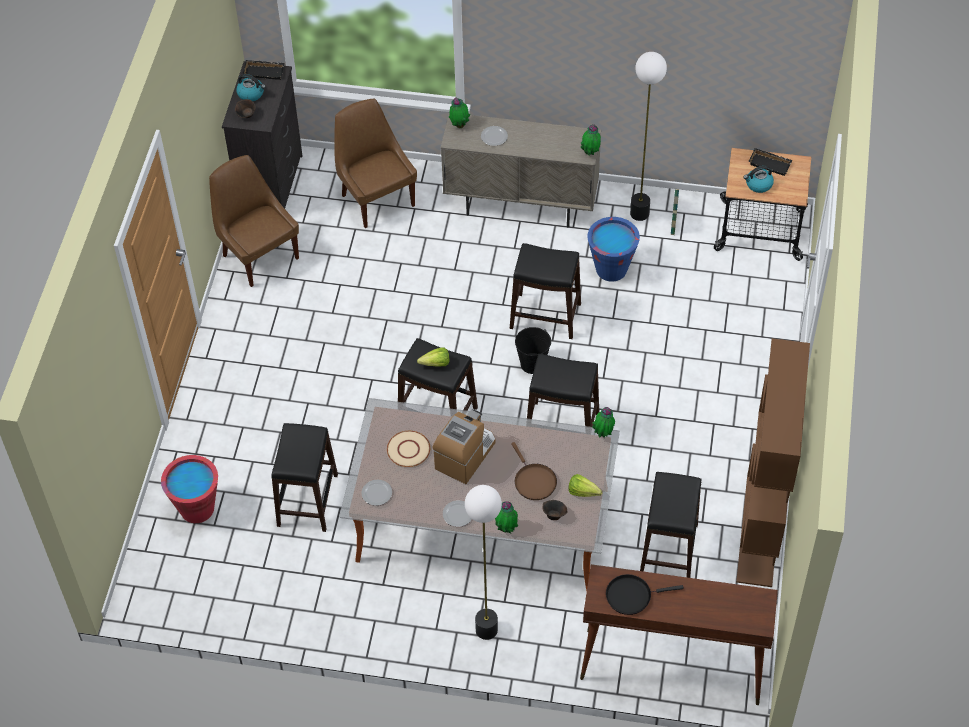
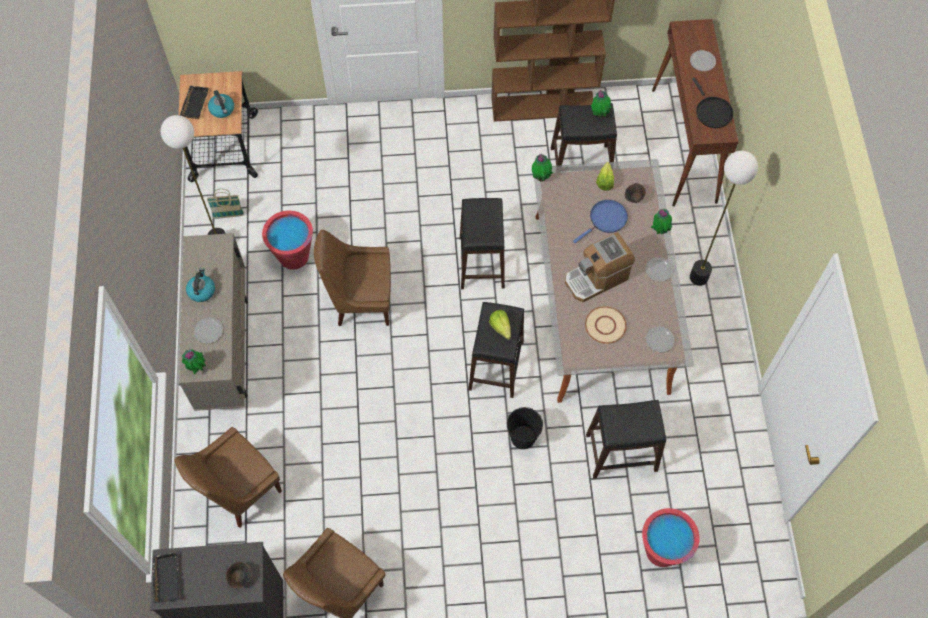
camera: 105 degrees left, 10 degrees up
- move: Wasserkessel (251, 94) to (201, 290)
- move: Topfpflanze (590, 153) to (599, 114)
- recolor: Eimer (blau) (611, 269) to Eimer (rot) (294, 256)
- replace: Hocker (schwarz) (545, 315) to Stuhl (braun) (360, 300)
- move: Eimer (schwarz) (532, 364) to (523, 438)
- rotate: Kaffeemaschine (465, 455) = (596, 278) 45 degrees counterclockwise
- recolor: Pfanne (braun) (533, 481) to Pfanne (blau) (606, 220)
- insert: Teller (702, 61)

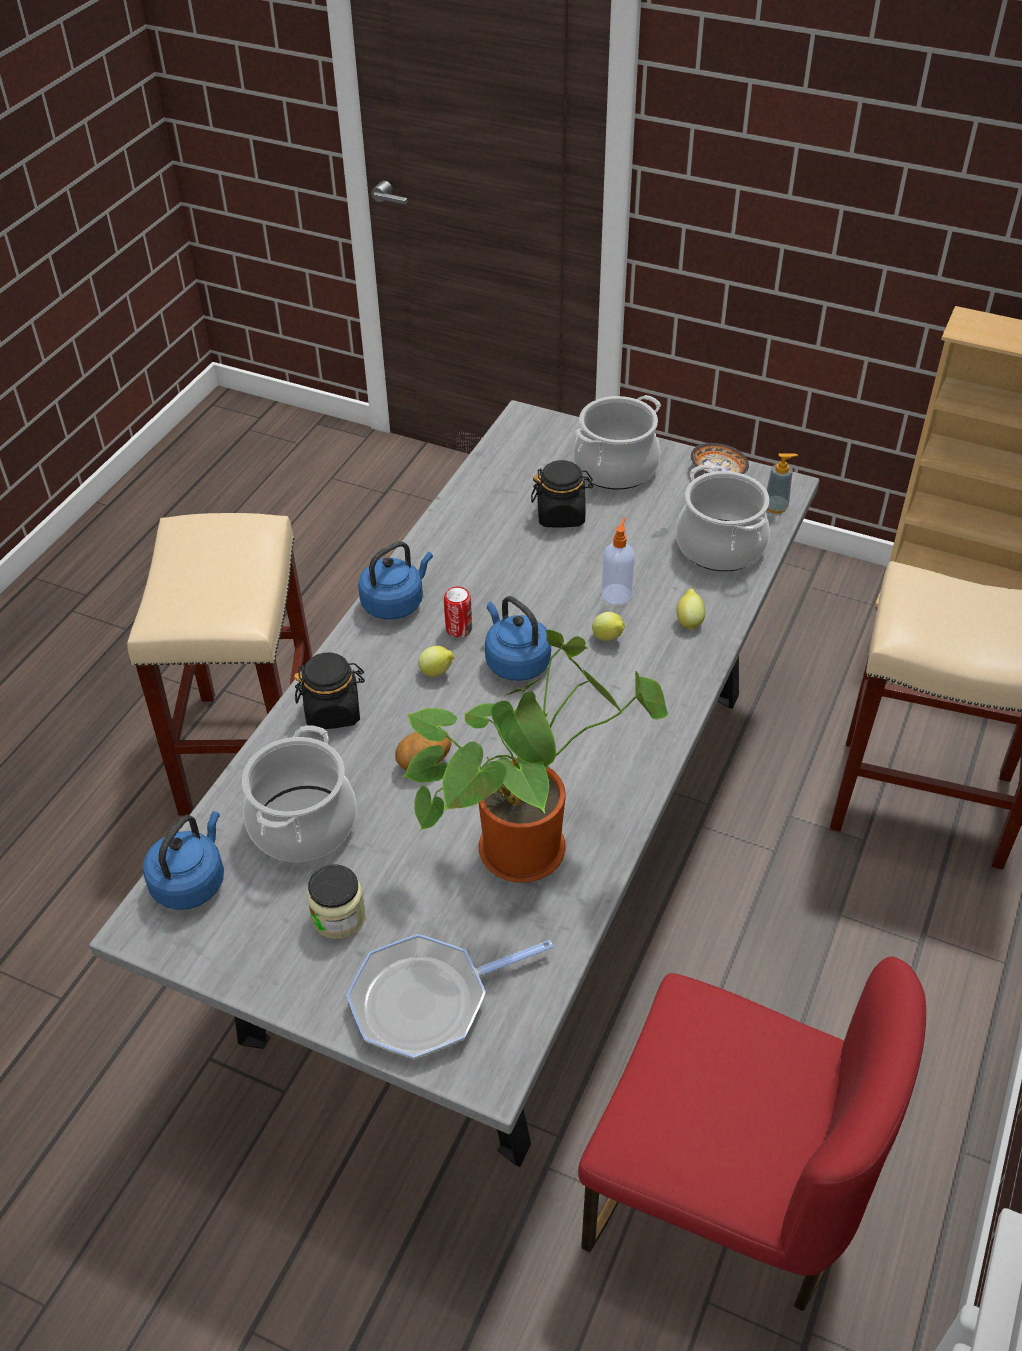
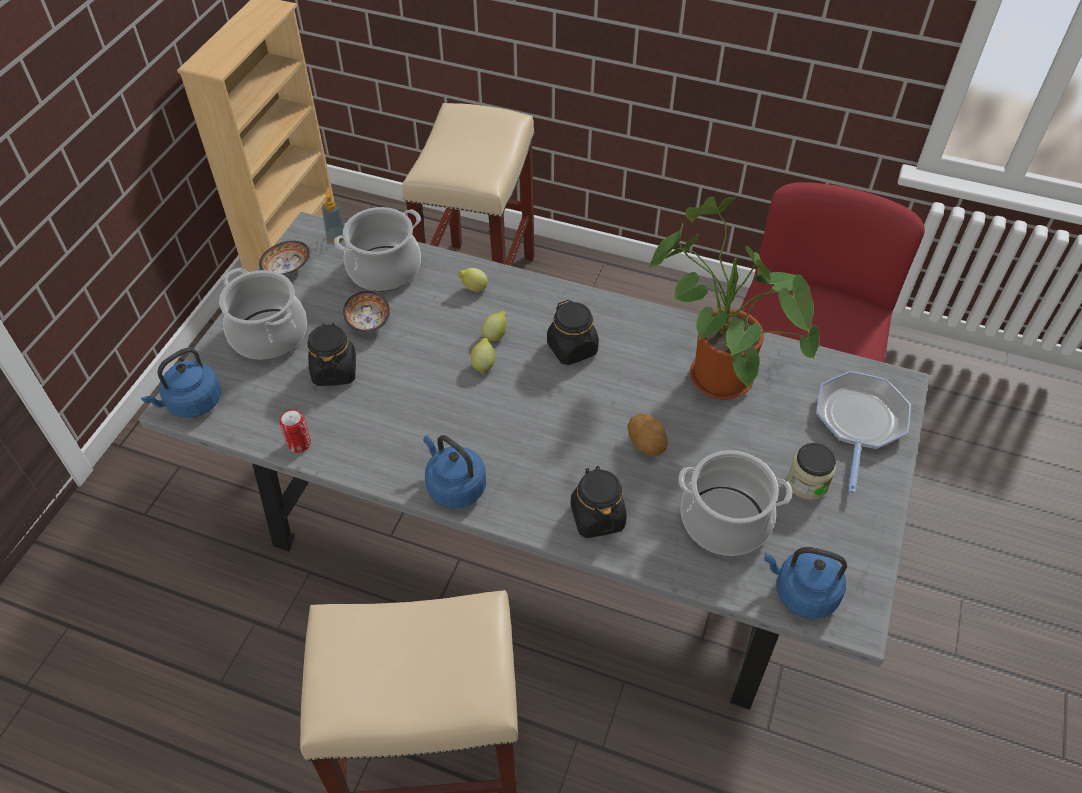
camera: 95 degrees left, 5 degrees up
- delete: Seifenspender (616, 593)
- move: Dose (459, 629) to (299, 443)
- move: Wasserkessel (blau) (515, 661) to (192, 403)
- move: Zitrone (437, 672) to (483, 364)
- rotate: Pfanne (427, 1000) = (859, 422) 135 degrees counterclockwise
- insert: Schüssel (367, 322)
- insert: Vorratsglas (schwarz) (572, 348)

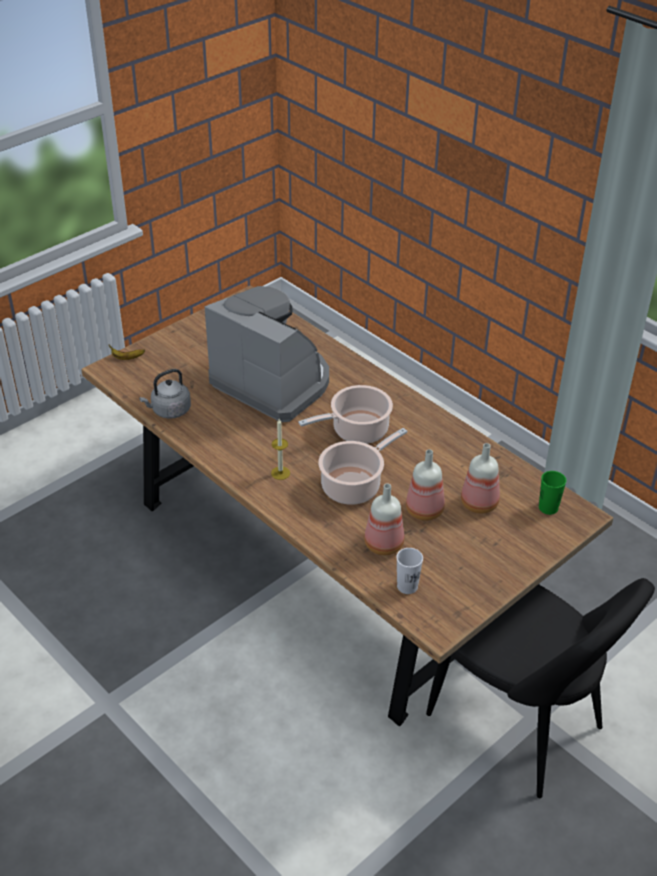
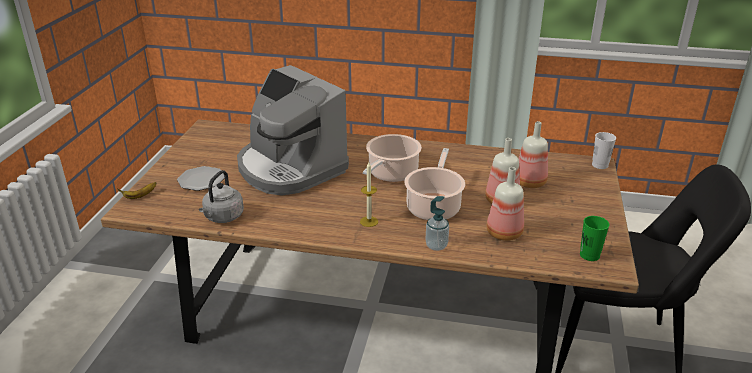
camera: 35 degrees left, 10 degrees down
- rotate: Kaffeemaschine (273, 382) = (289, 168) 135 degrees counterclockwise
- move: Tasse (grün) (548, 508) to (589, 255)
- move: Tasse (weiß) (407, 586) to (600, 165)
- insert: Teller (201, 180)
- insert: Seifenspender (436, 246)

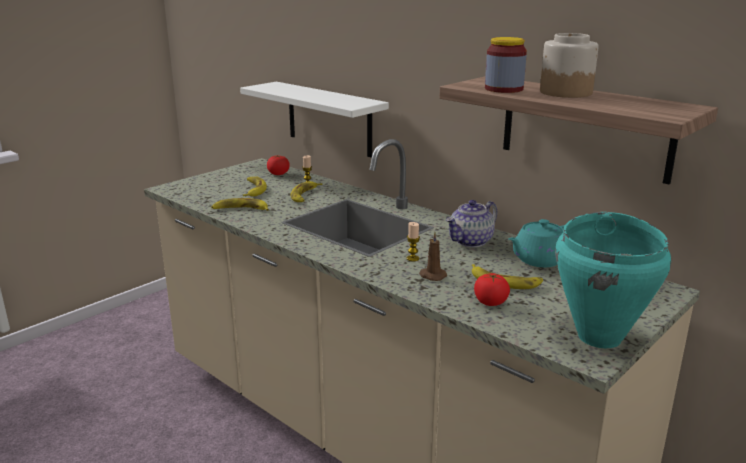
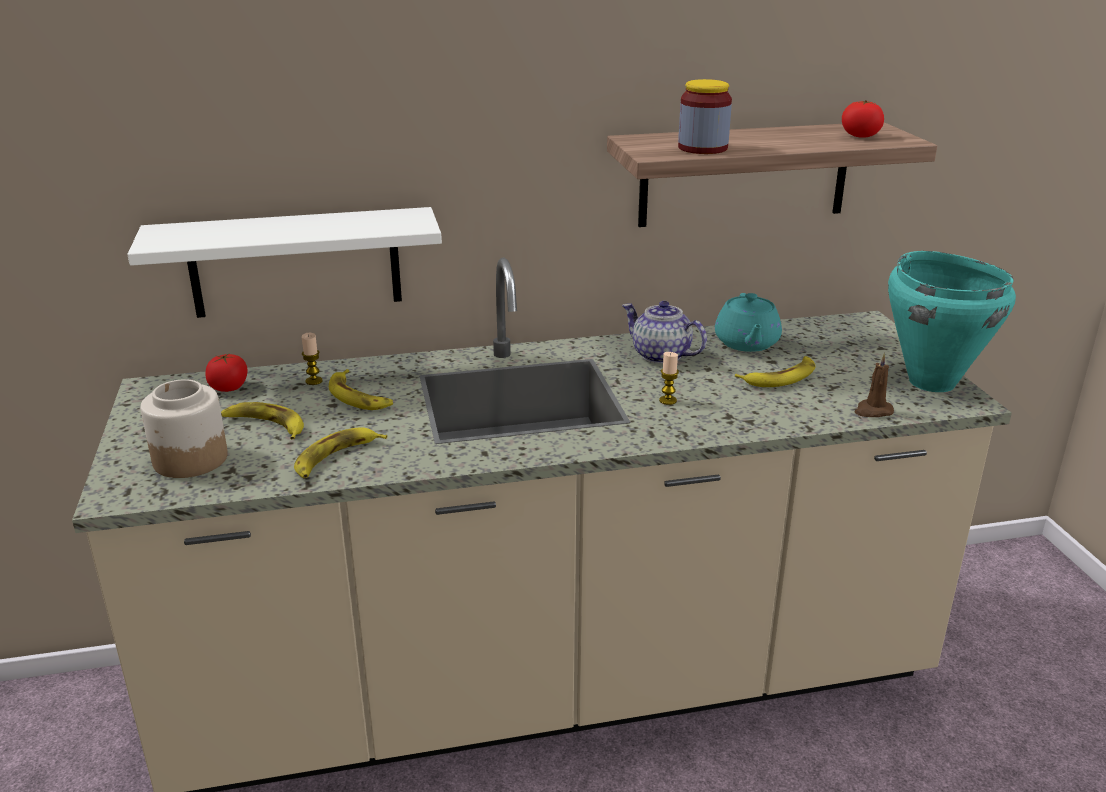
camera: 55 degrees left, 5 degrees up
- move: Vorratsglas (565, 92) to (190, 459)
- rotate: Teekanne (471, 241) = (660, 355) 135 degrees clockwise
- move: Kerze (braun) (432, 276) to (872, 411)
- move: Tomate (490, 302) to (860, 136)

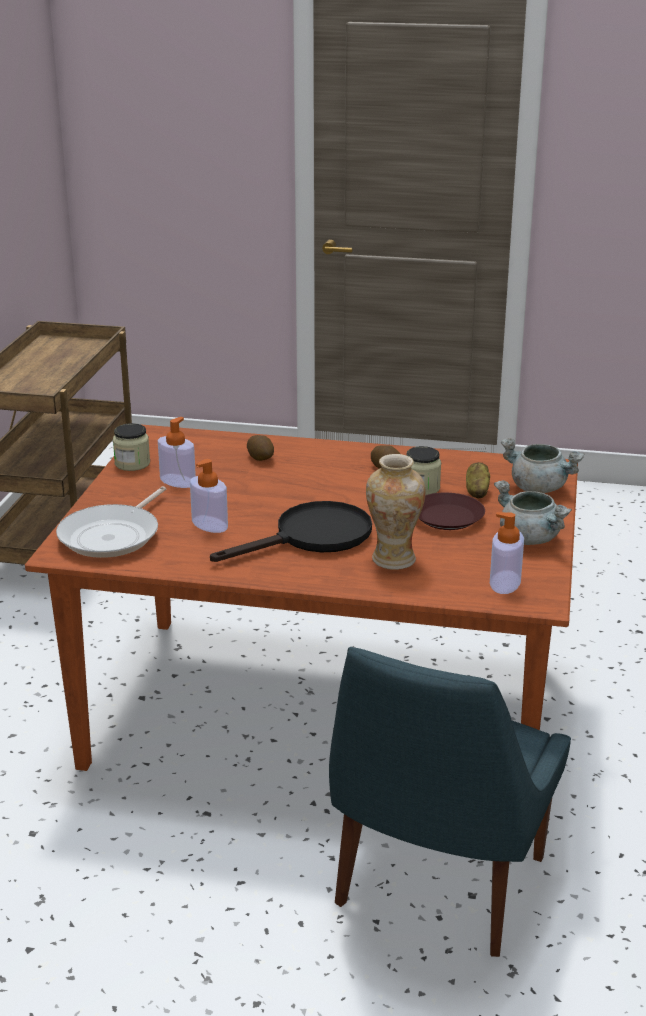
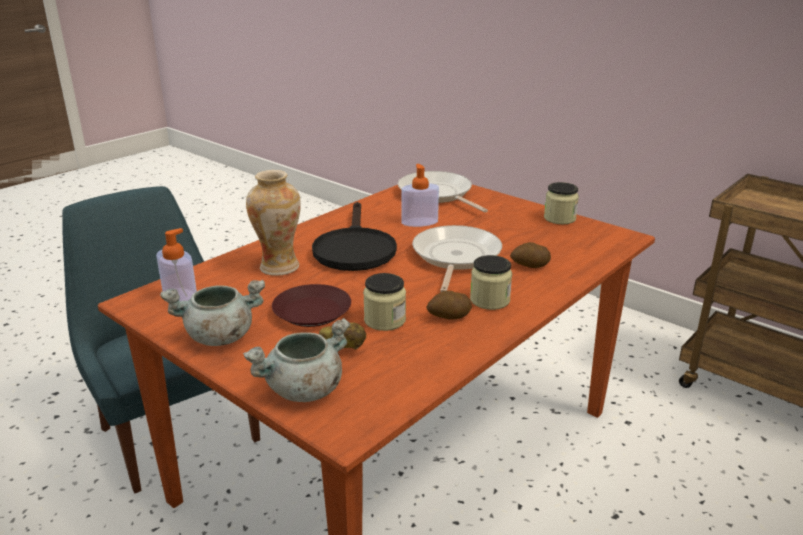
camera: 120 degrees right, 0 degrees up
- delete: Seifenspender (177, 481)
- insert: Pfanne (455, 257)
- insert: Vorratsglas (490, 300)

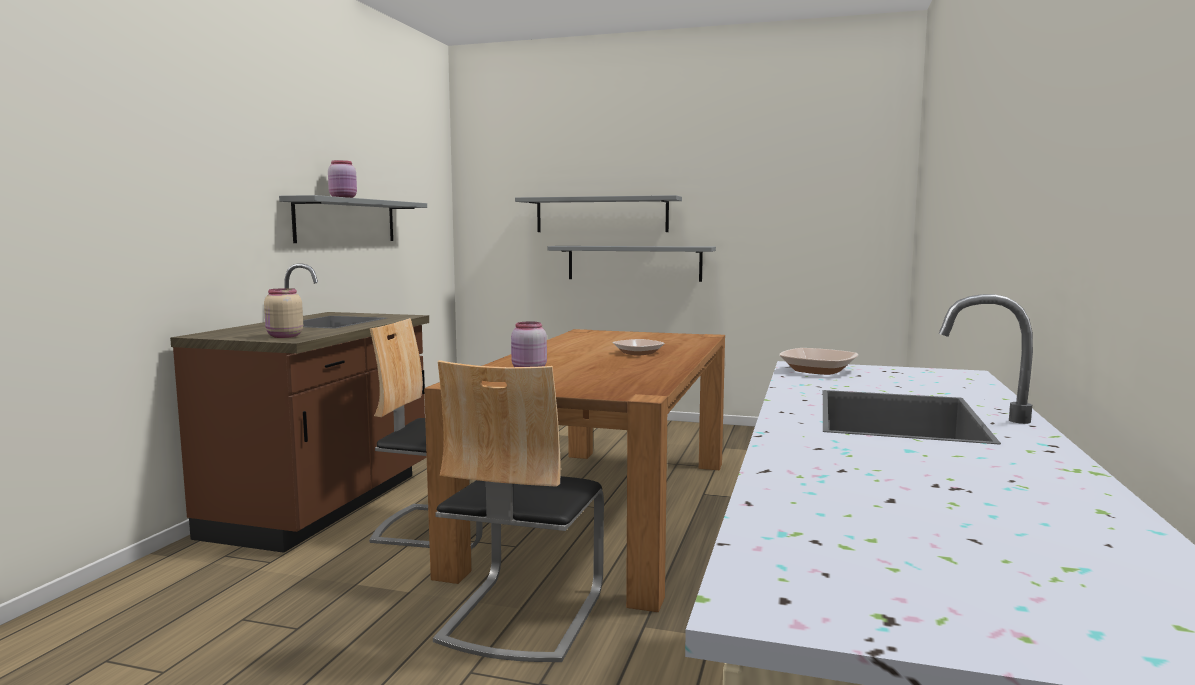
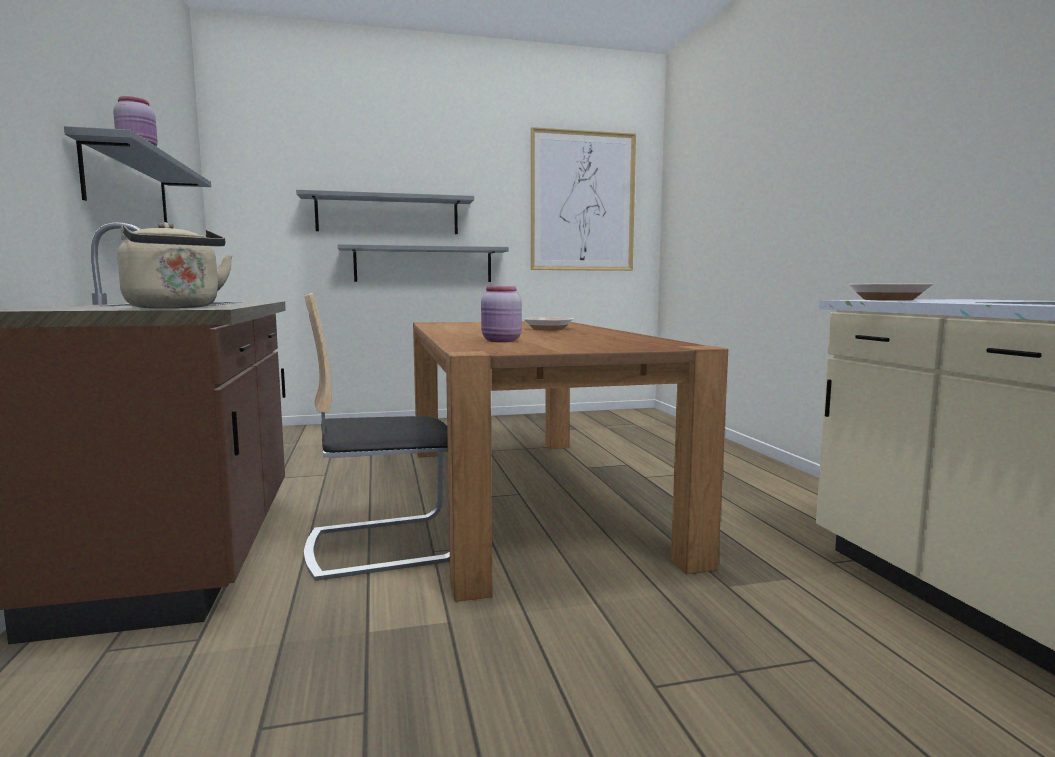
camera: 30 degrees left, 0 degrees up
- replace: Vorratsglas (beige) (284, 336) to Wasserkessel (beige) (176, 307)
- delete: Stuhl (521, 614)
- insert: Bild (582, 201)

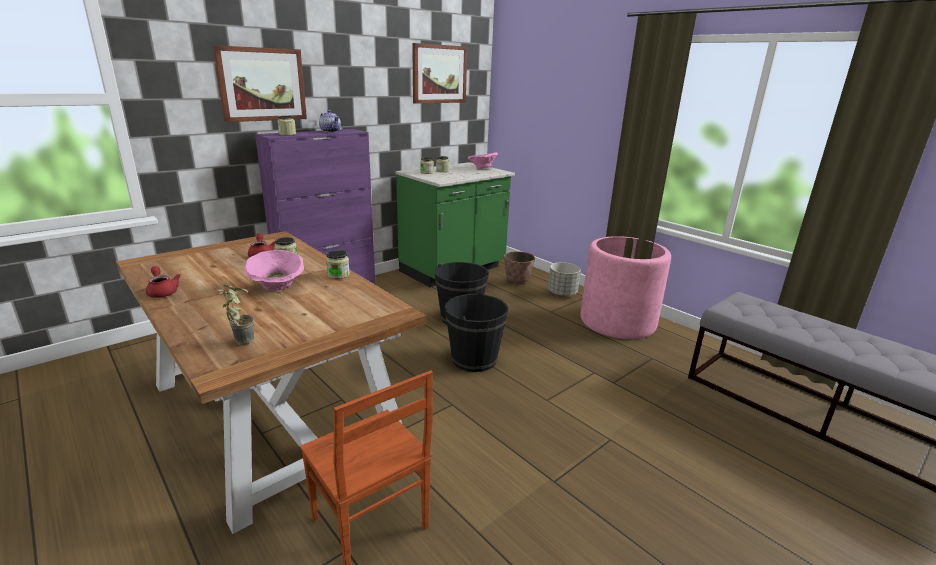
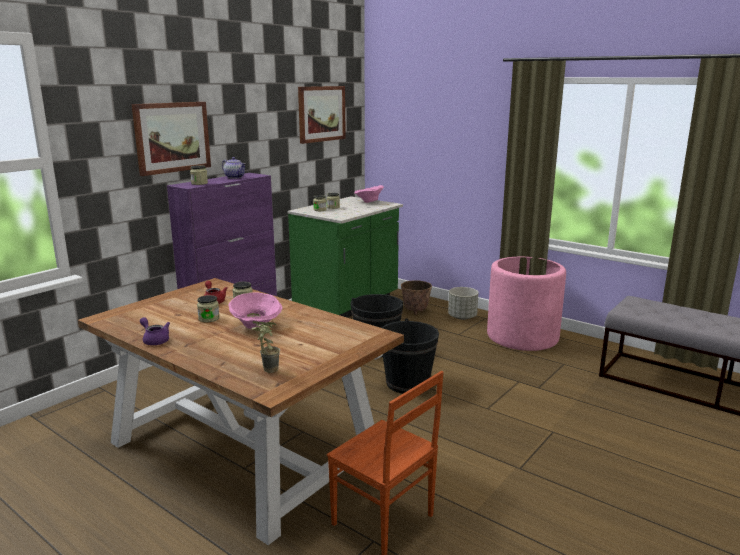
camera: 10 degrees left, 5 degrees down
- move: Vorratsglas (338, 275) to (209, 318)
- recolor: Teekanne (rot) (162, 292) to Teekanne (lila) (155, 340)

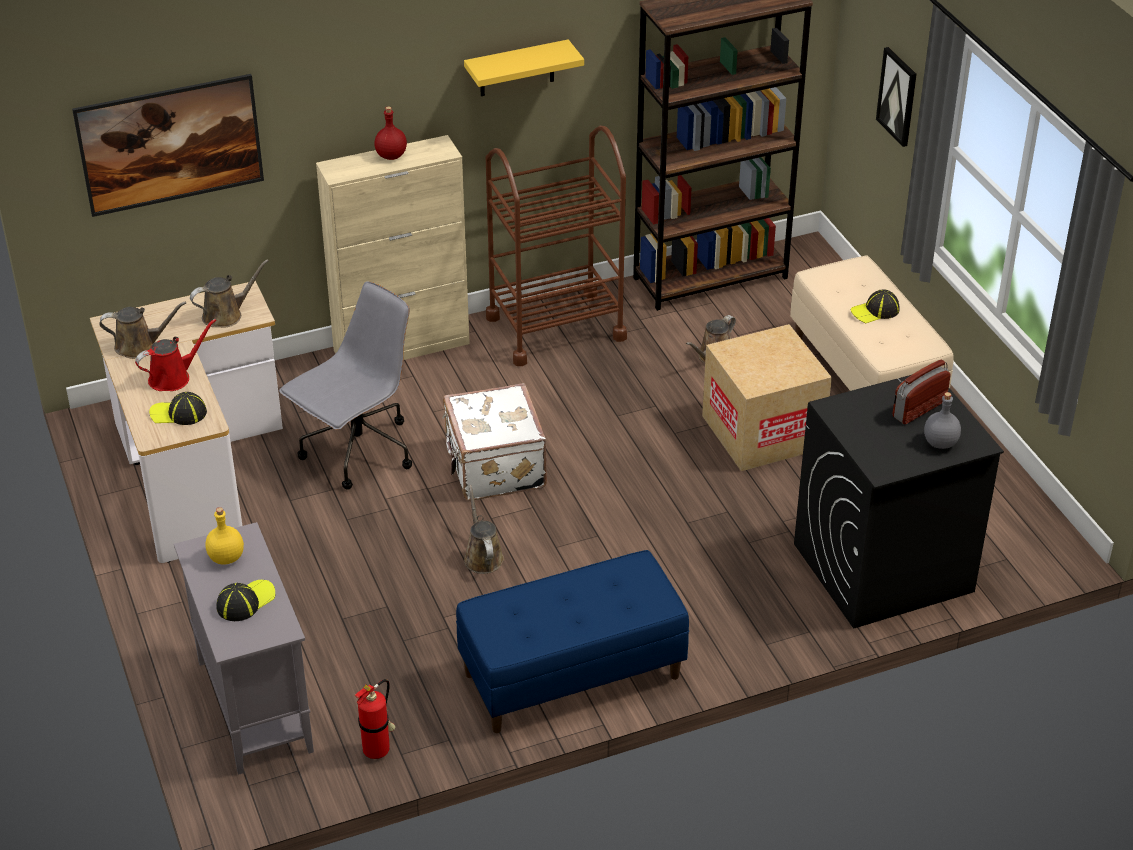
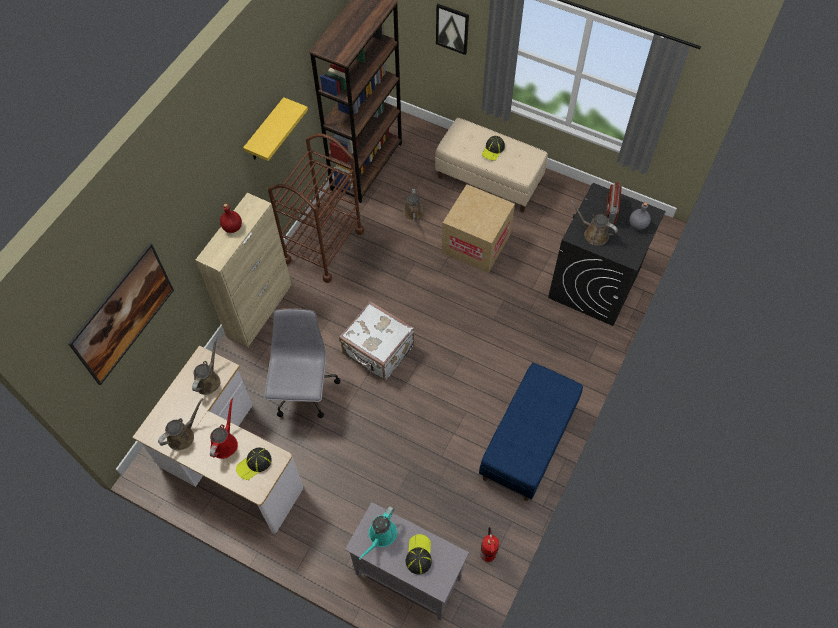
camera: 40 degrees left, 20 degrees up
- move: Gießkanne (braun) (482, 556) to (593, 234)
- replace: Flasche (gelb) (227, 557) to Gießkanne (türkis) (381, 536)

